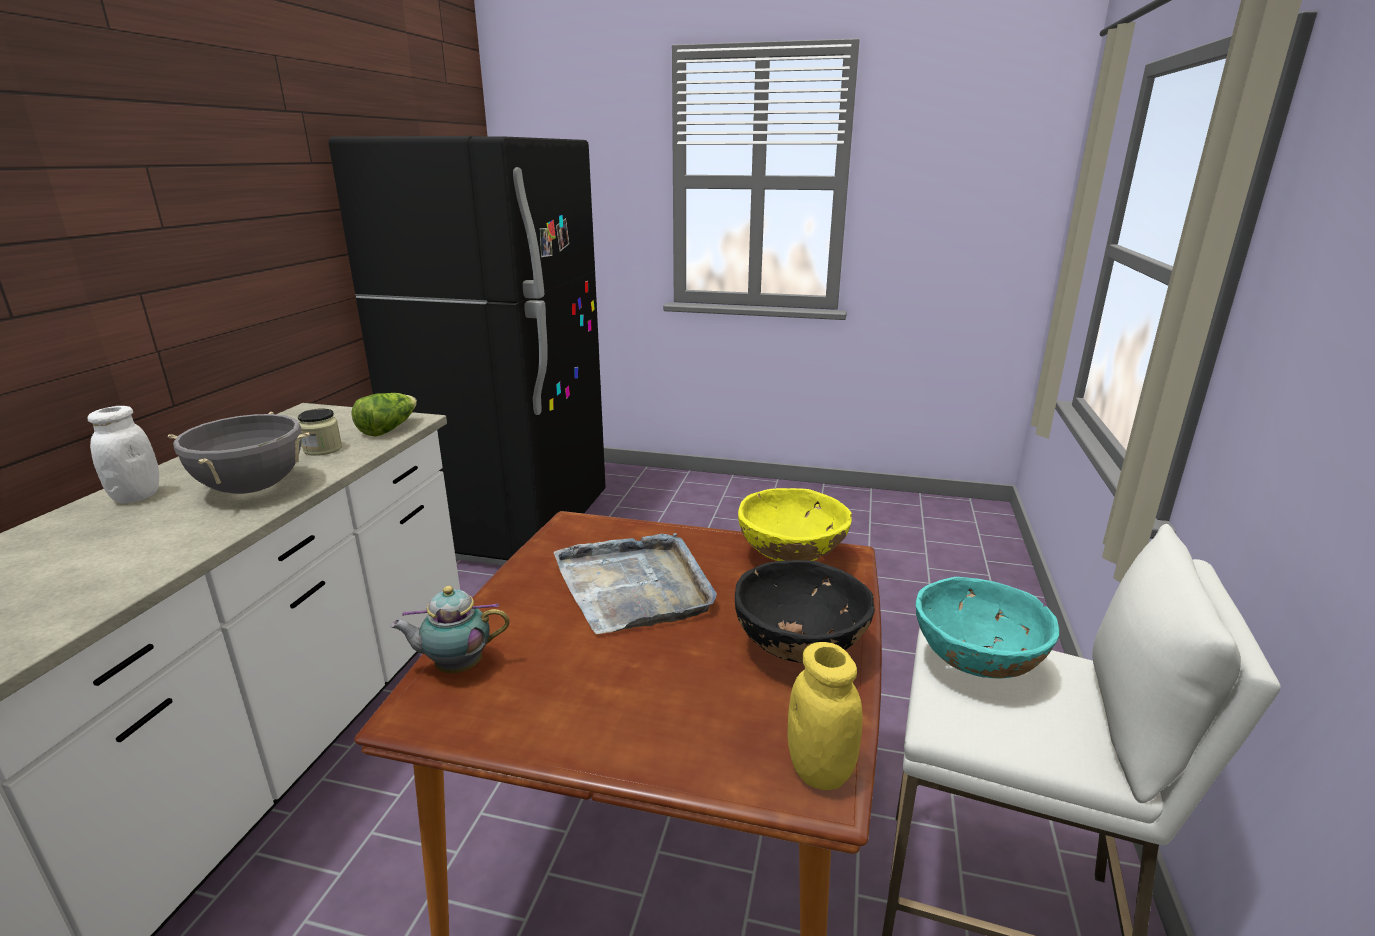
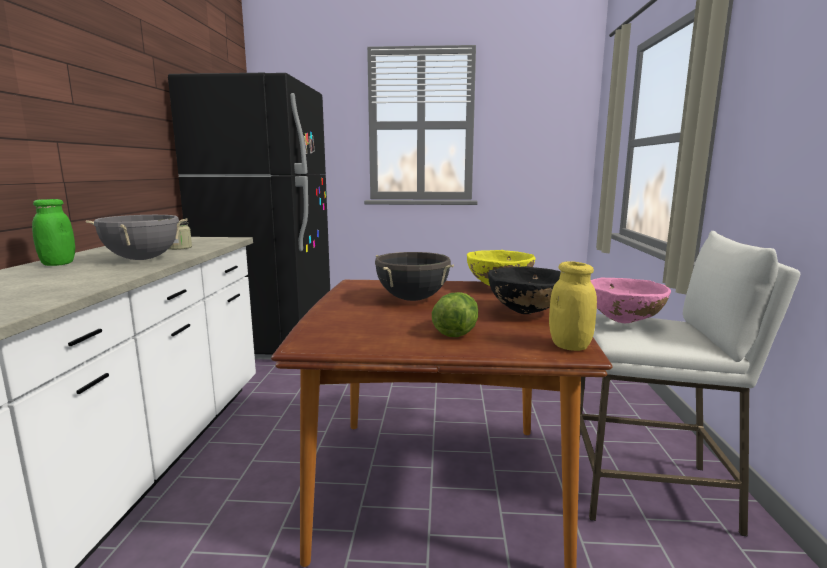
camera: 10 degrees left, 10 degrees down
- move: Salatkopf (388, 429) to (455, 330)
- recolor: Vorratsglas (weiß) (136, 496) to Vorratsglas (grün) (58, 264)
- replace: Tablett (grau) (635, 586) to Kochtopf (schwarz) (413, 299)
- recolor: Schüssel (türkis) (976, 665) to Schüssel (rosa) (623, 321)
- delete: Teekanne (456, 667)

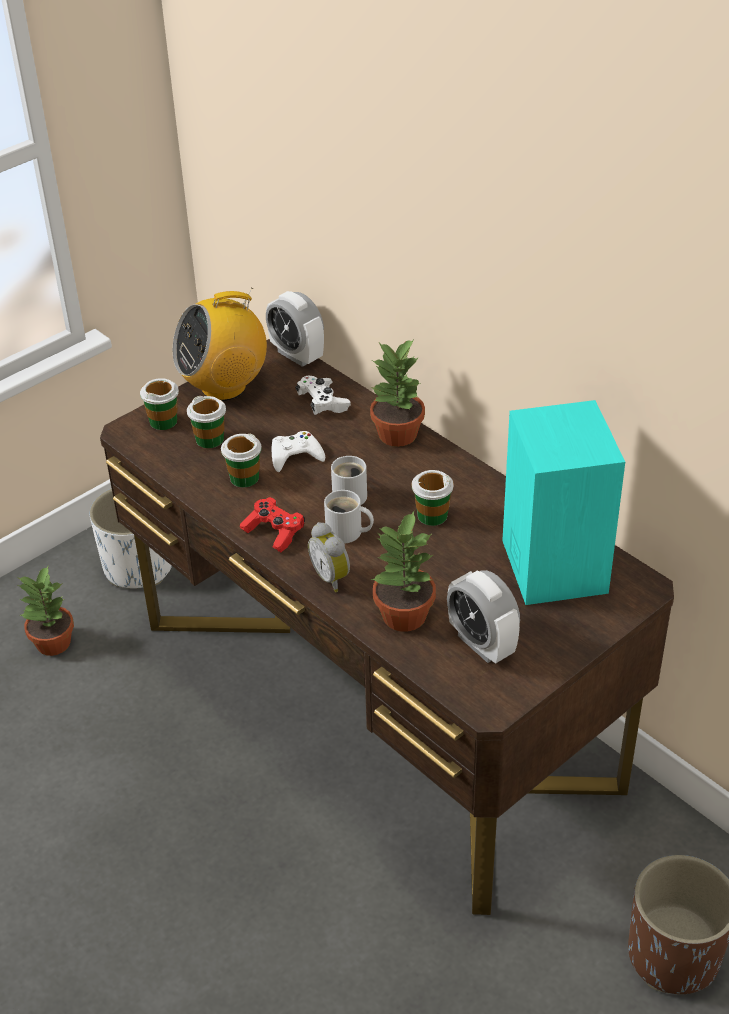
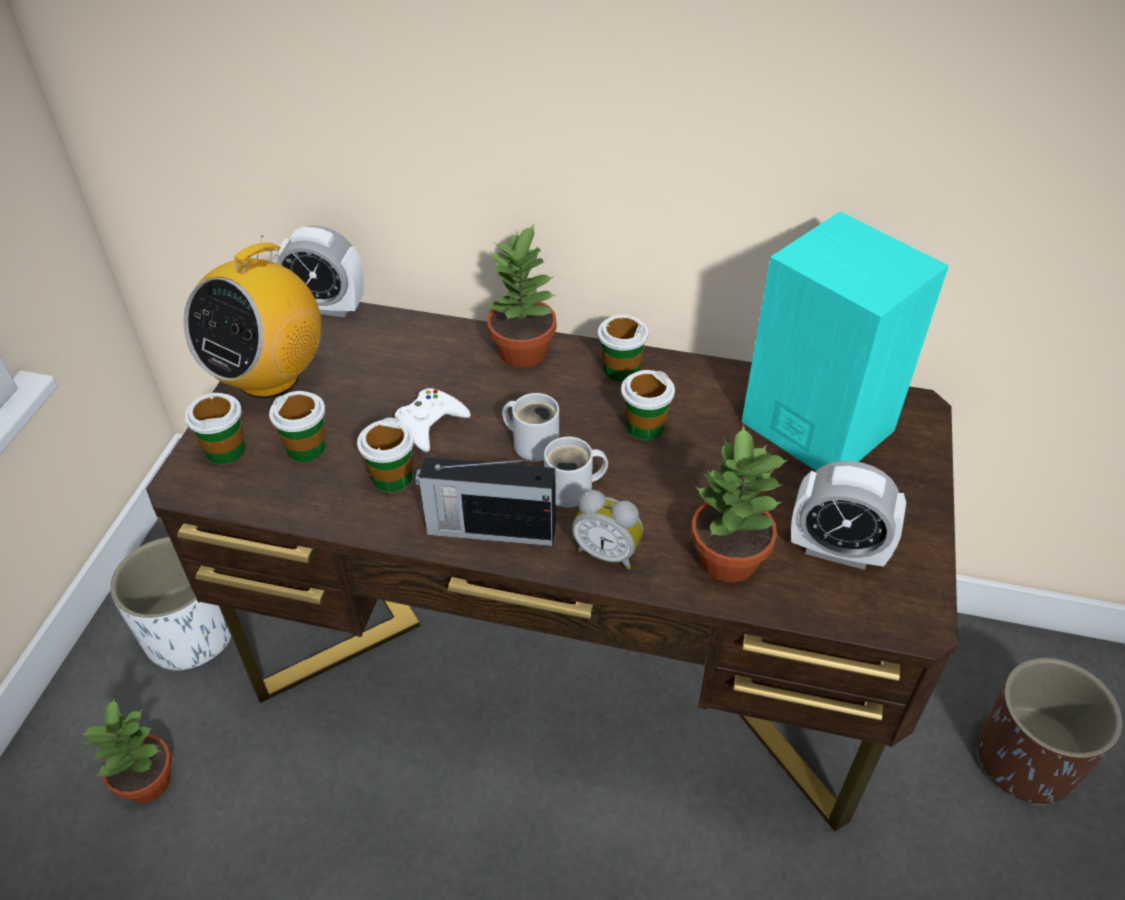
camera: 35 degrees left, 5 degrees up
- delete: Gamepad (weiß) (322, 403)
- replace: Gamepad (rot) (274, 532) to Radio (489, 529)
- insert: Tasse (621, 369)

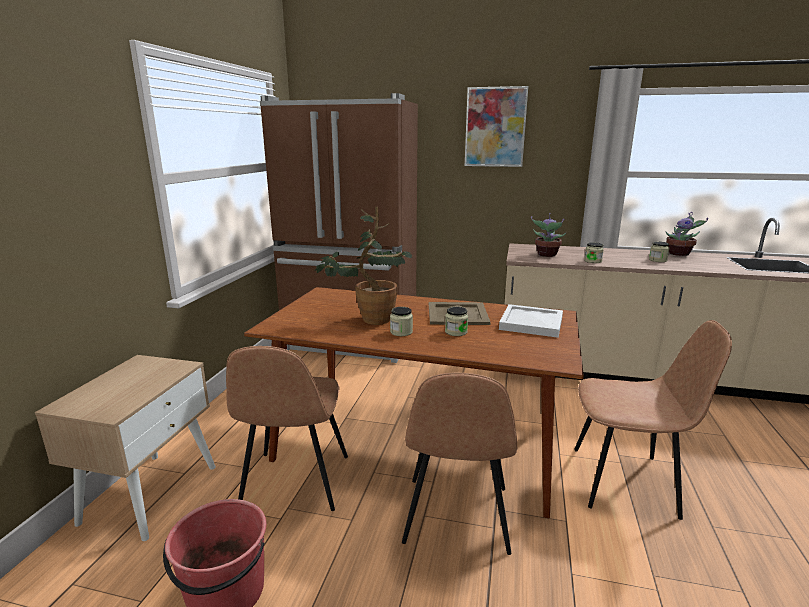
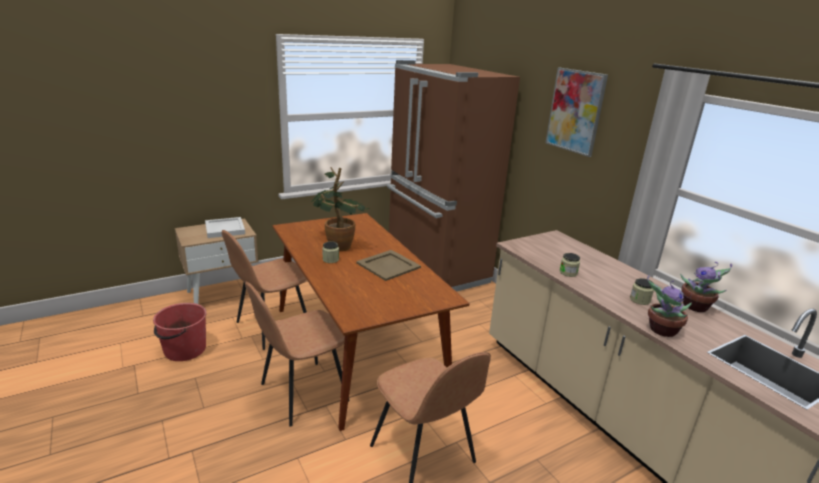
camera: 45 degrees right, 5 degrees up
- move: Topfpflanze (546, 255) to (661, 330)
- move: Tablett (weiß) (530, 323) to (224, 229)
- delete: Vorratsglas (456, 332)

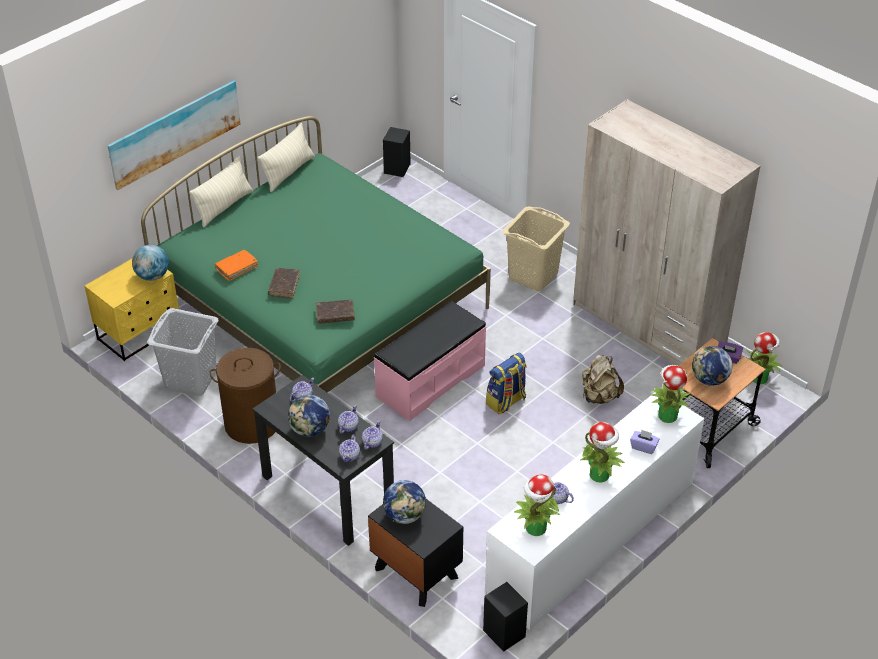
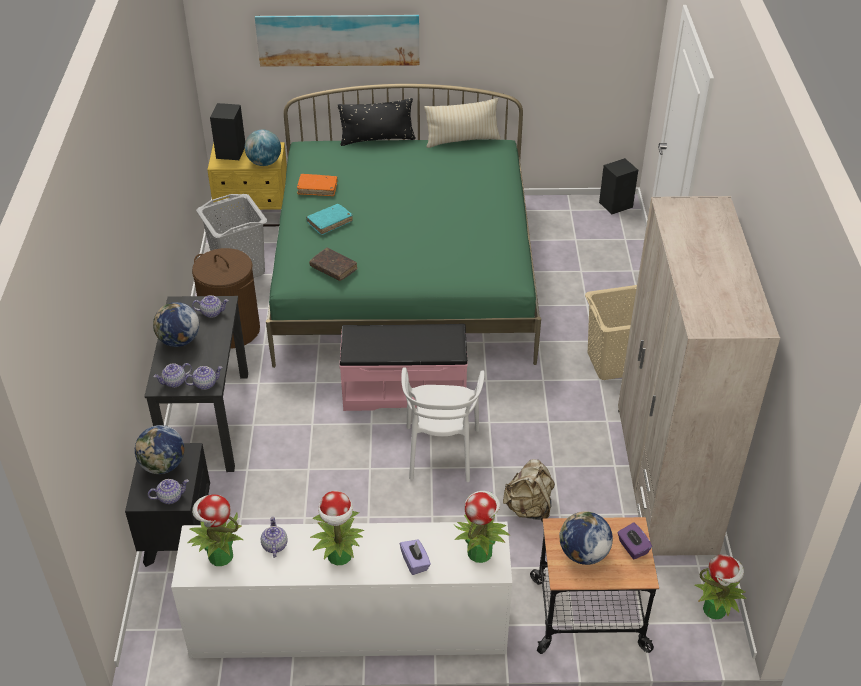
camera: 45 degrees right, 0 degrees up
- recolor: Kissen (beige) (224, 207) to Kissen (schwarz) (377, 139)
- recolor: Buch (braun) (284, 286) to Buch (türkis) (330, 222)
- replace: Rucksack (506, 402) to Stuhl (weiß) (441, 452)
- move: Teekanne (348, 426) to (170, 497)
- move: Lautsprecher (schwarz) (503, 633) to (231, 151)

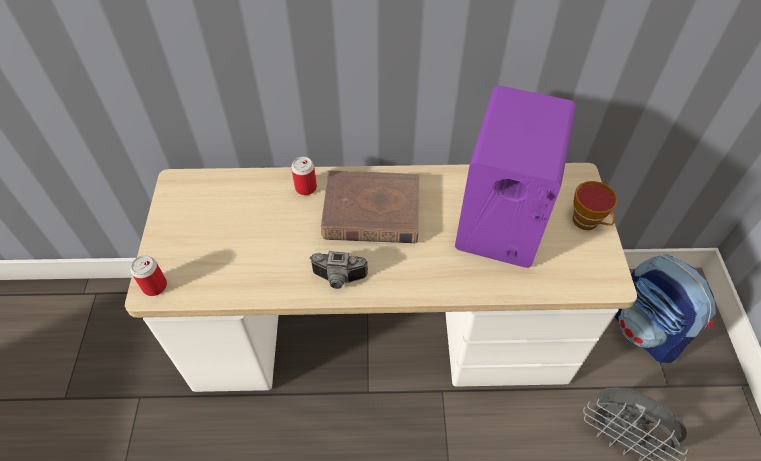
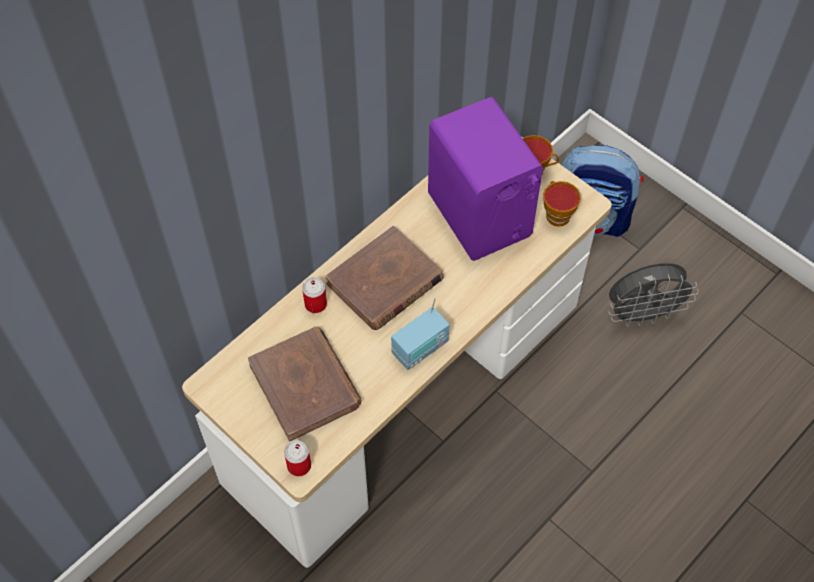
camera: 45 degrees left, 5 degrees up
- replace: Kamera (338, 279) to Radio (420, 349)
- insert: Tasse (556, 214)
- insert: Buch (braun) (305, 385)

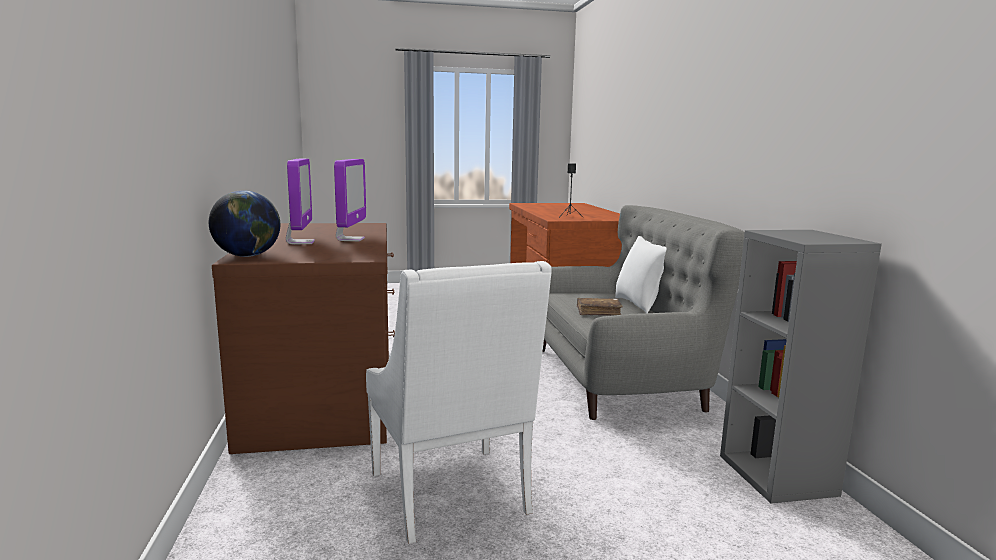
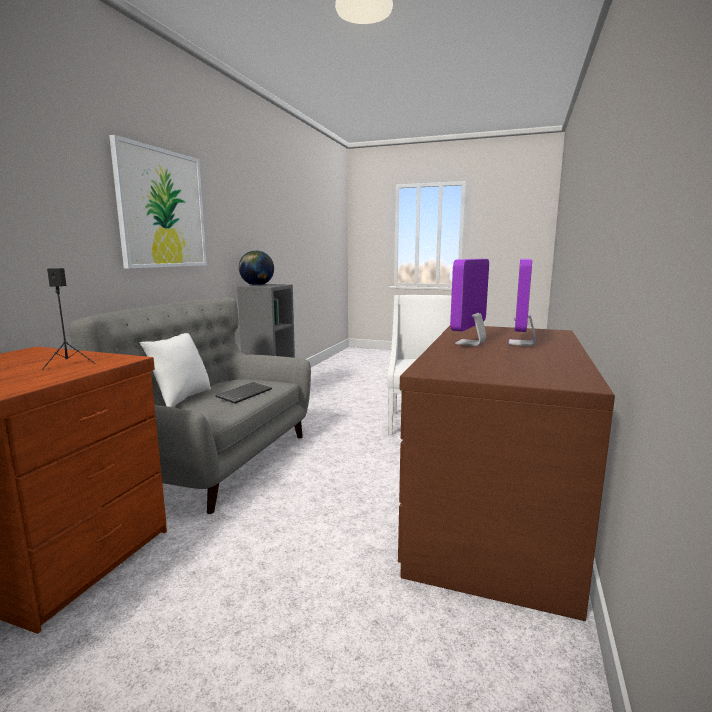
camera: 150 degrees left, 0 degrees up
- move: Globus (248, 256) to (257, 285)
- replace: Buch (braun) (598, 312) to Tastatur (244, 393)
- insert: Bild (162, 209)

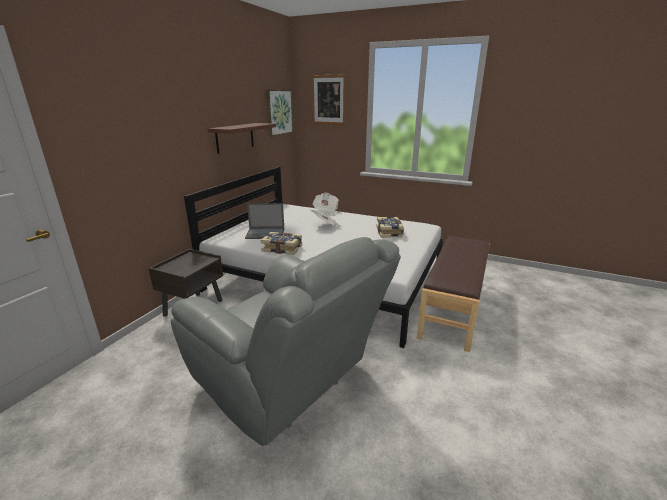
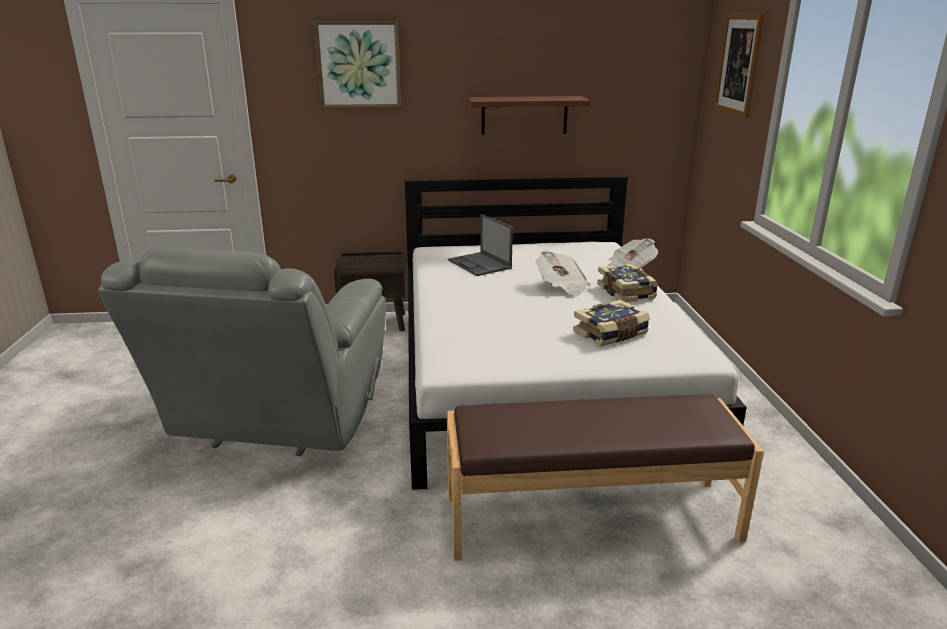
camera: 60 degrees right, 0 degrees up
- move: Bild (279, 112) to (359, 65)
- move: Buch (282, 248) to (627, 292)

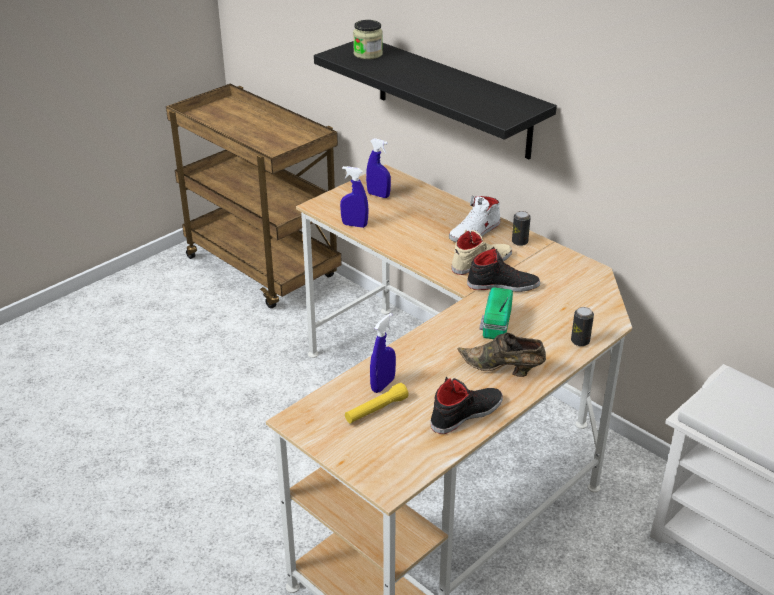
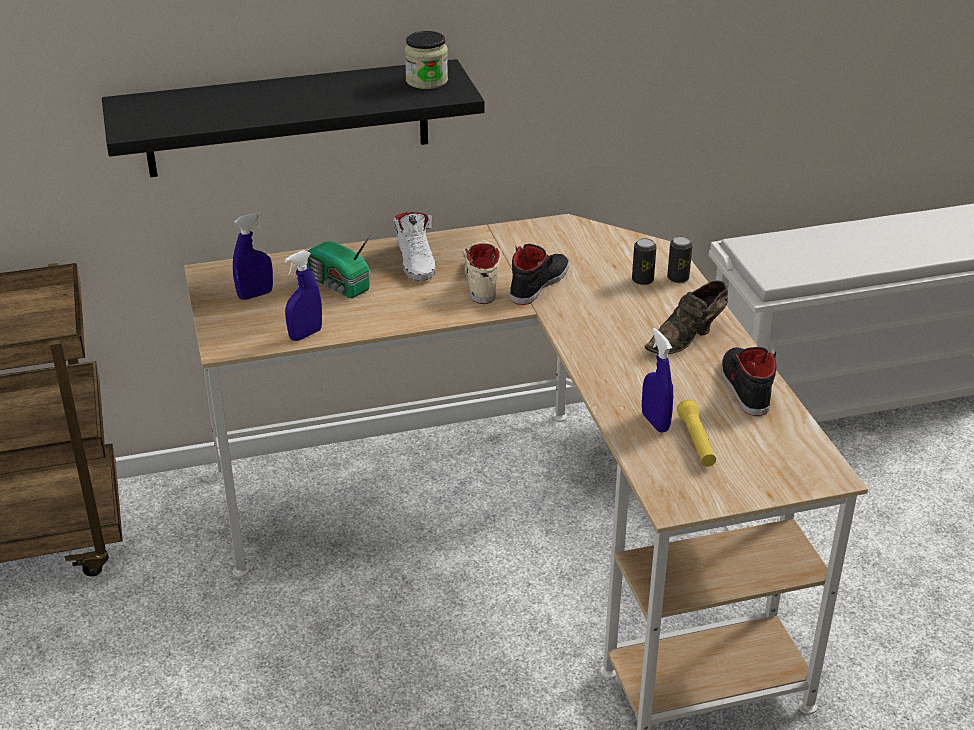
camera: 60 degrees left, 0 degrees up
- move: Vorratsglas (368, 54) to (426, 81)
- move: Dose (519, 242) to (642, 280)
- move: Radio (495, 325) to (338, 285)

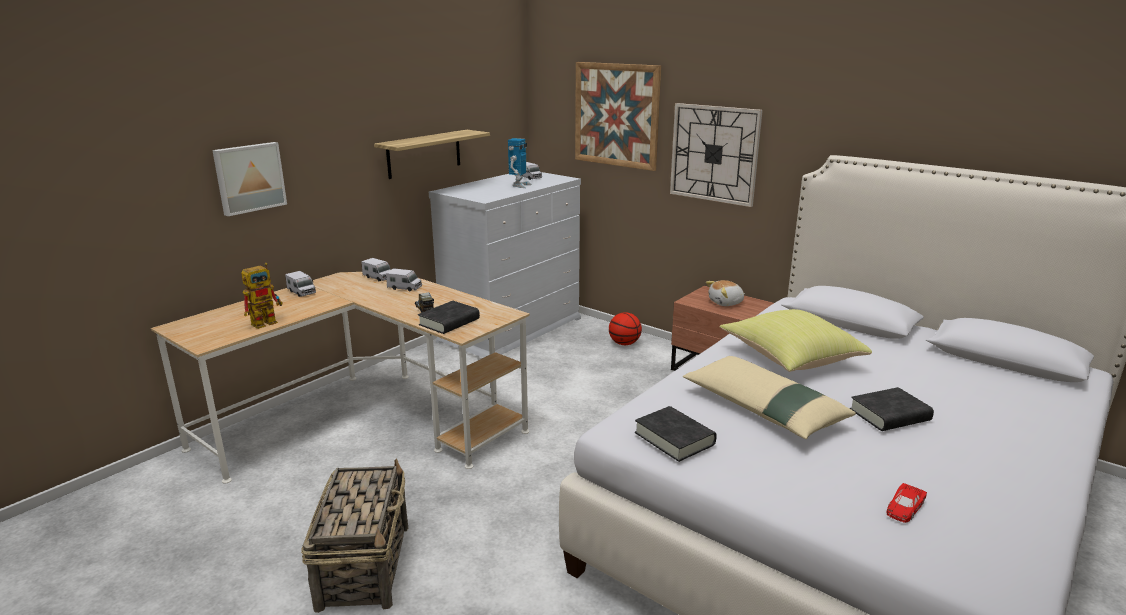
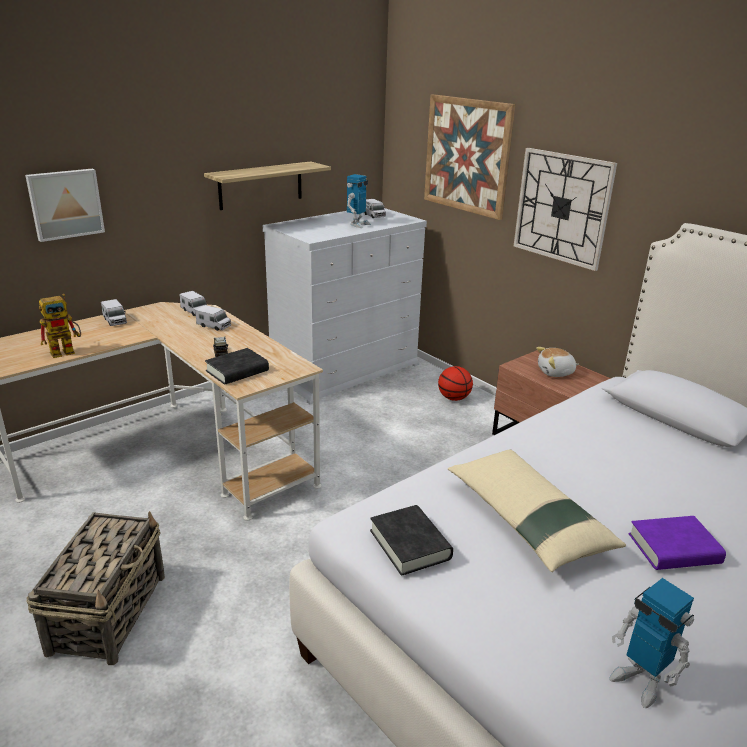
camera: 10 degrees right, 5 degrees up
- delete: Kissen (gelb) (788, 359)
- recolor: Buch (schwarz) (889, 415) to Buch (lila) (674, 549)
- replace: Spielzeugauto (rot) (904, 507) to Spielzeugroboter (640, 681)

